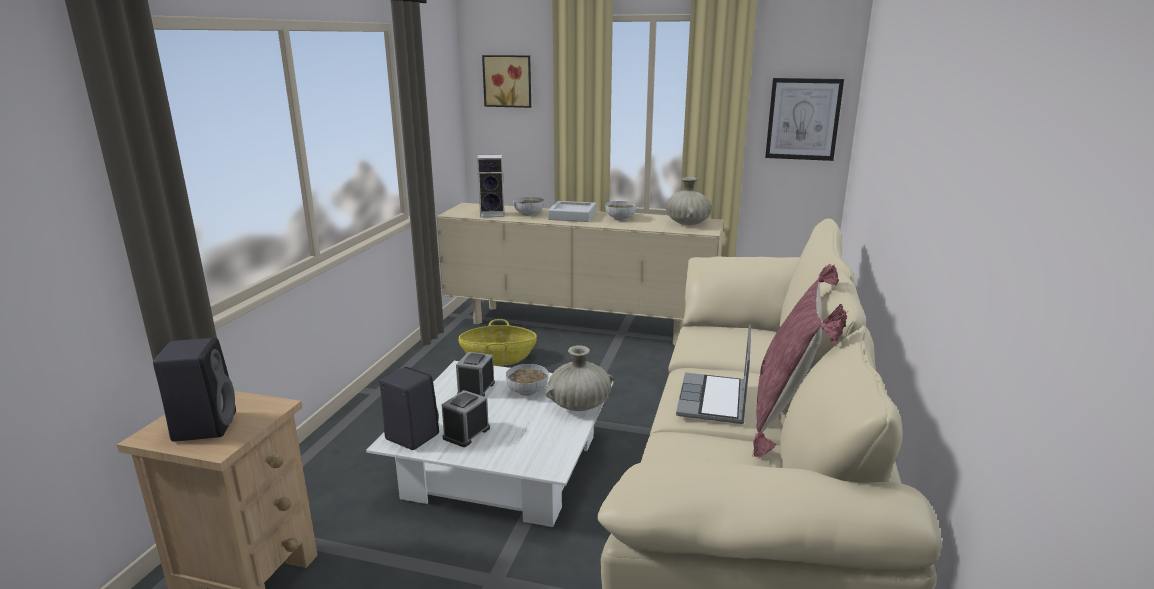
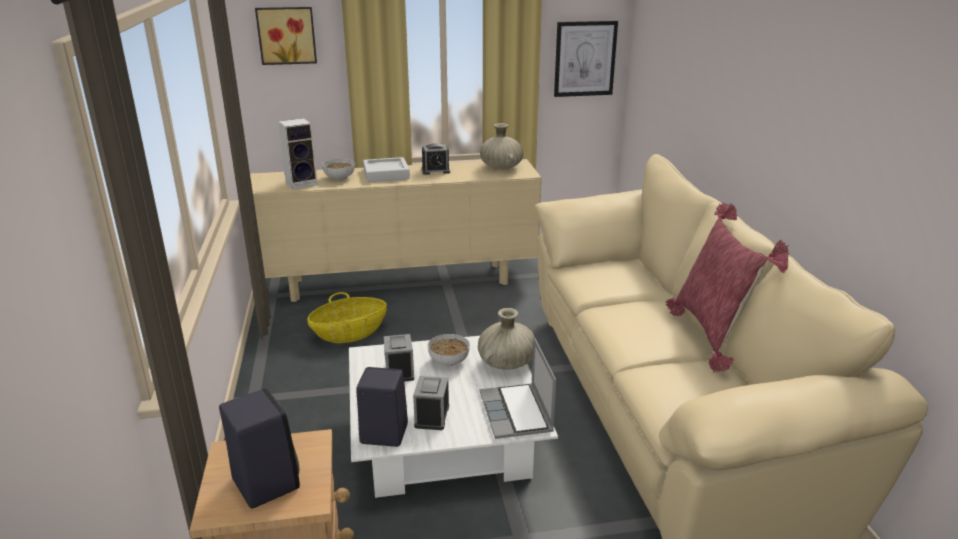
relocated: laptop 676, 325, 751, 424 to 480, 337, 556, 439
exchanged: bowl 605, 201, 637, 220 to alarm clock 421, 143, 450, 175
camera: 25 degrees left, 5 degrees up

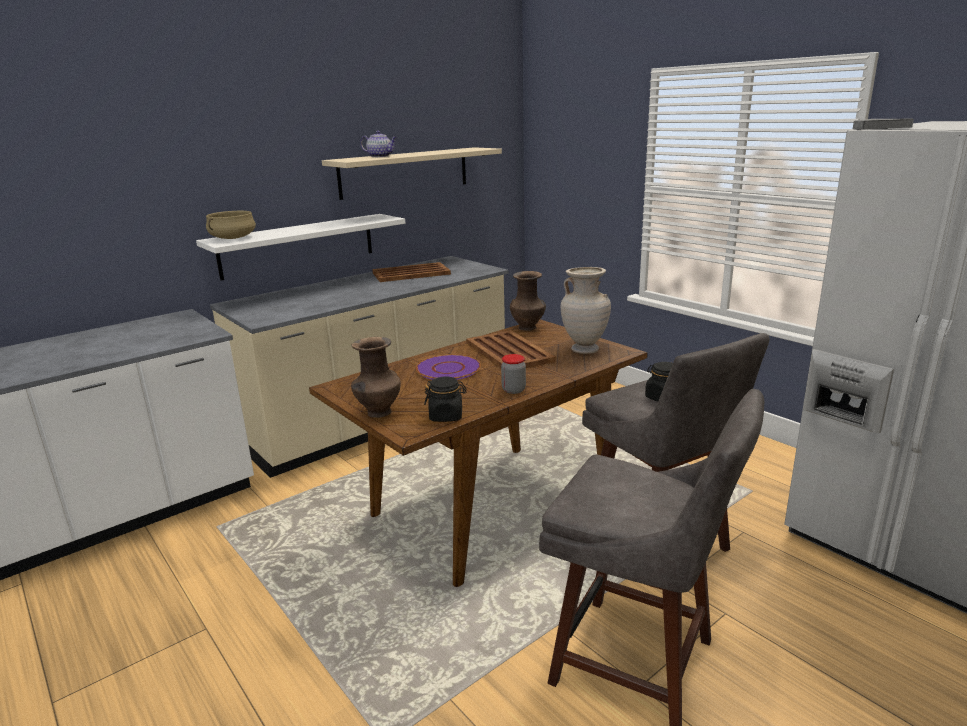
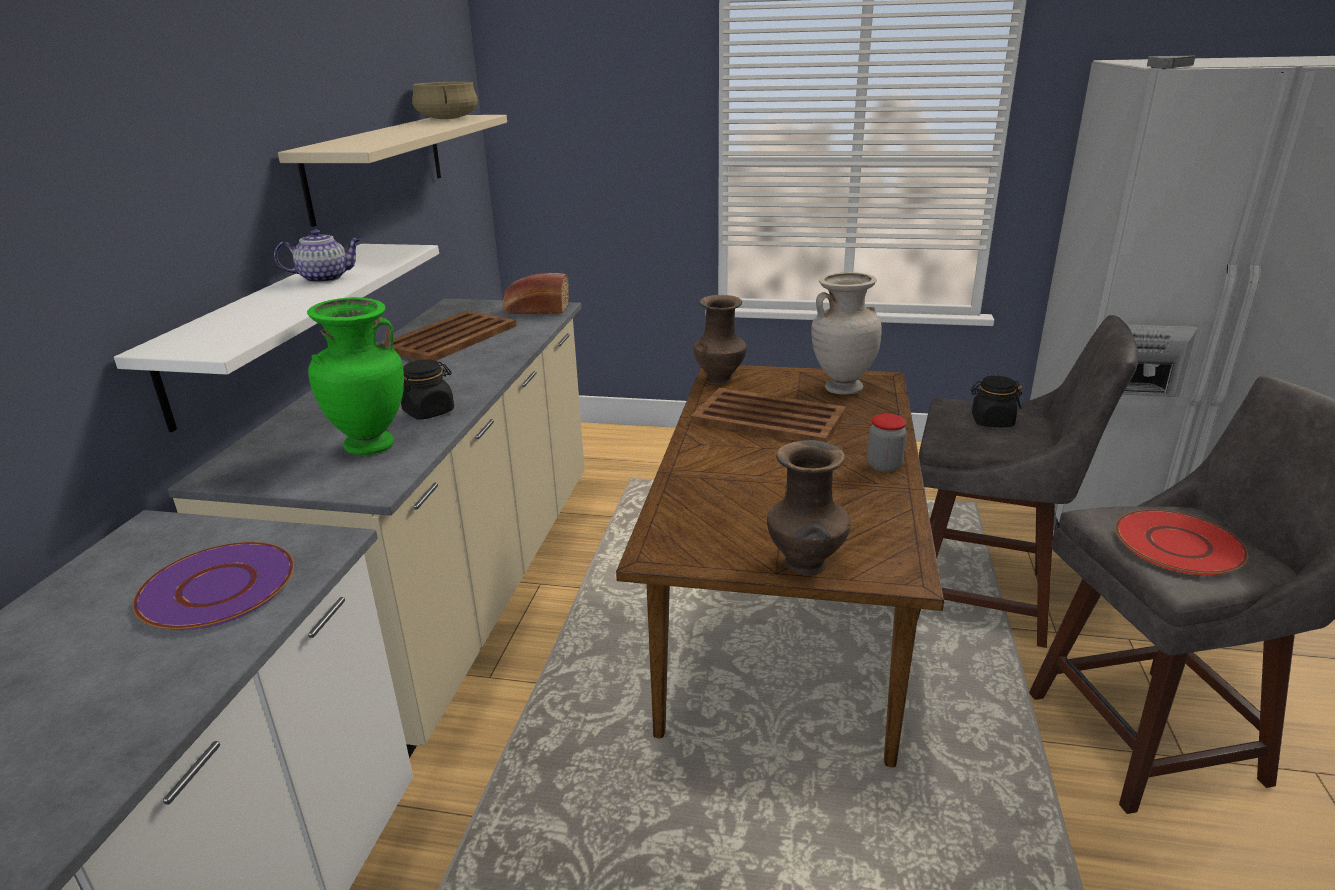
appeared: bread 503, 273, 569, 314; vase in green 307, 297, 404, 455; plate in red 1115, 510, 1248, 575
relocated: teapot 360, 131, 397, 157 to 274, 229, 361, 283; cooking pot in beige 206, 211, 256, 239 to 412, 81, 478, 119; plate in purple 416, 355, 481, 380 to 133, 542, 294, 630; jar in black 424, 376, 466, 422 to 401, 359, 454, 420
camera: 40 degrees left, 5 degrees up

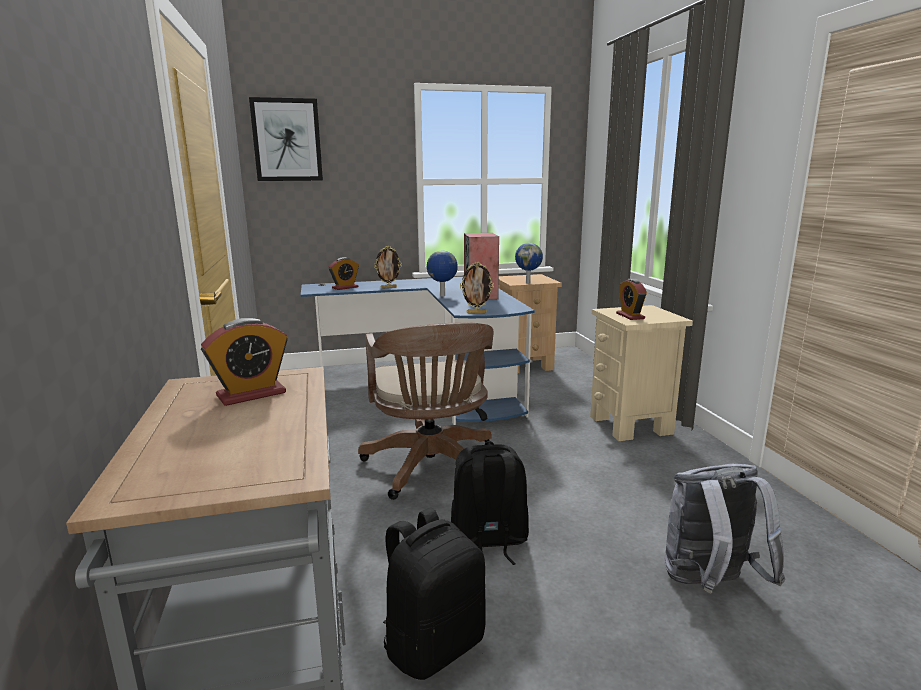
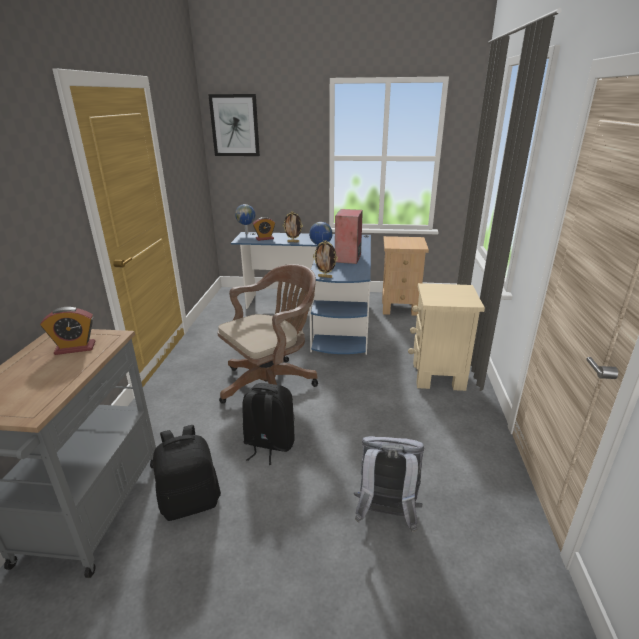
missing: alarm clock 616, 279, 647, 320
relocated: globe 515, 243, 543, 284 to 235, 204, 255, 234
spun: office chair in brown 358, 322, 494, 500 = 217, 264, 318, 404 135 degrees counterclockwise
camera: 20 degrees right, 10 degrees up

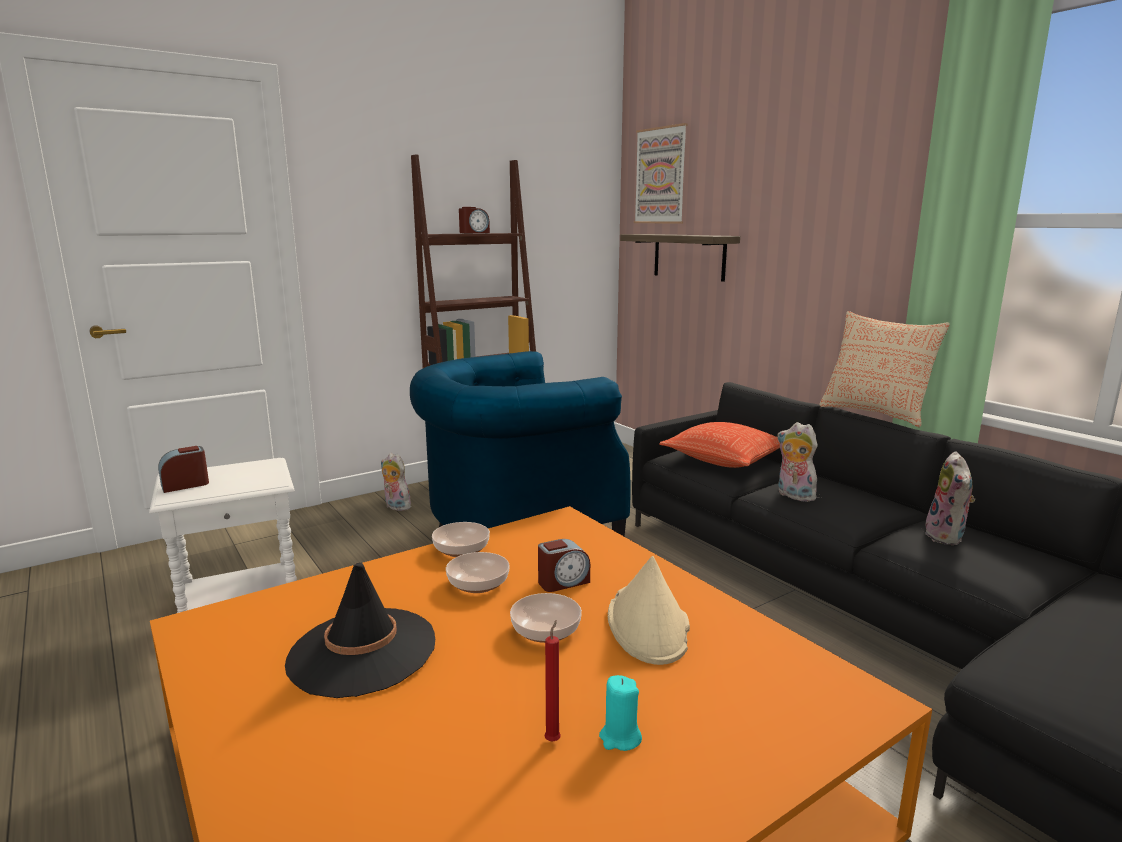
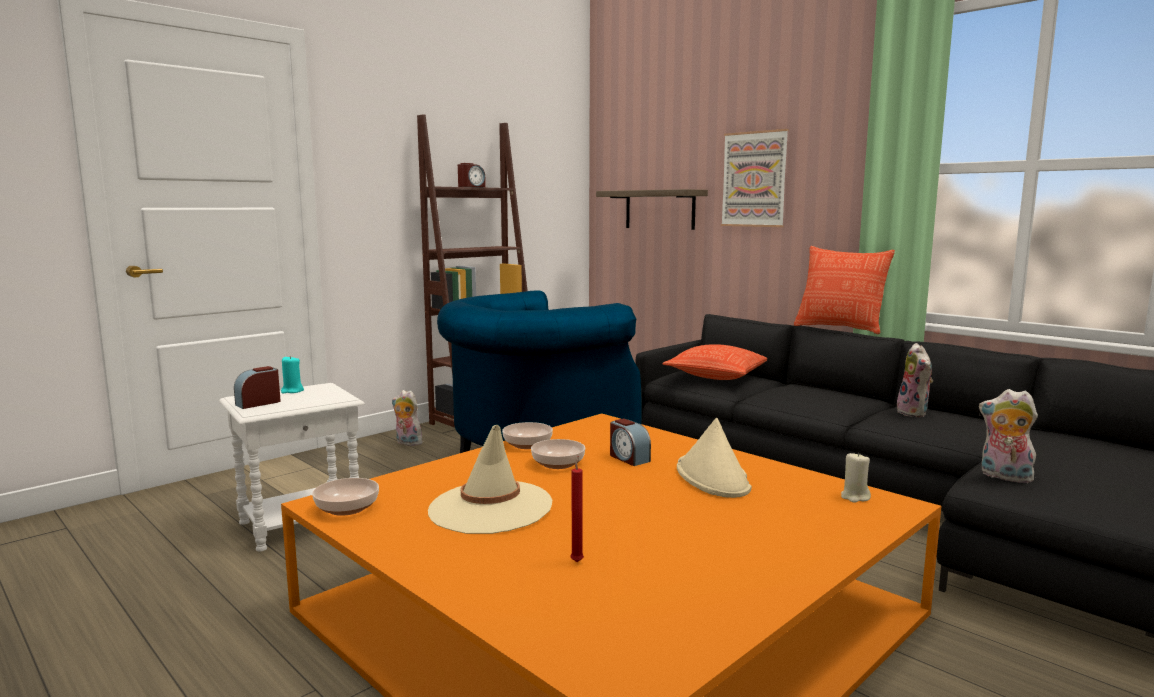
appeared: candle in beige 841, 452, 871, 503
relocated: picture 634, 123, 688, 223 to 721, 129, 789, 227; plush toy 777, 422, 818, 502 to 979, 389, 1038, 483; bowl 510, 593, 582, 643 to 312, 478, 379, 516; candle in red 544, 620, 561, 742 to 570, 456, 584, 562; candle in turquoise 599, 675, 642, 751 to 281, 356, 304, 394
colour: pillow in beige 819, 311, 950, 427 to pillow in orange 794, 246, 895, 334; hat in black 285, 563, 435, 698 to hat in beige 428, 425, 552, 534
spun: alarm clock 538, 539, 590, 592 = 610, 418, 651, 466 90 degrees clockwise
camera: 10 degrees left, 5 degrees down

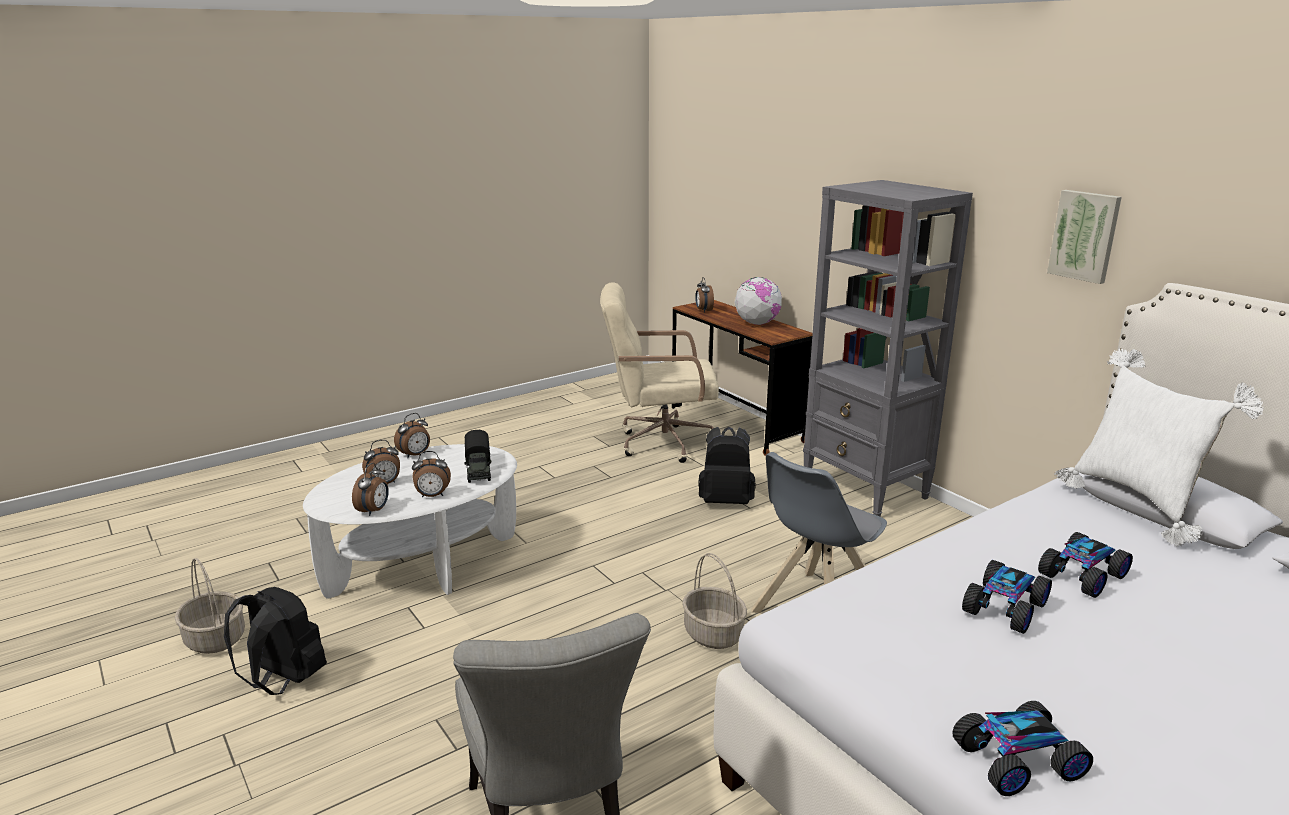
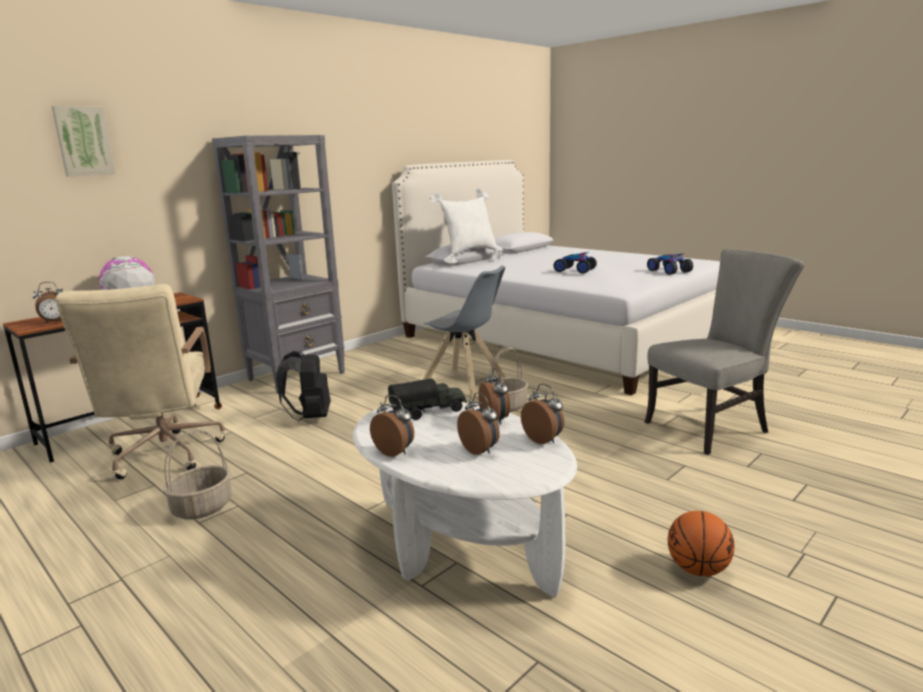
missing: toy car 1038, 532, 1133, 598
relocated: picture 1047, 190, 1122, 284 to 51, 106, 116, 176; basket 175, 558, 245, 654 to 163, 430, 232, 520
exchanged: backpack in black 224, 587, 327, 695 to basketball 668, 511, 735, 576
spun: alarm clock 352, 463, 389, 516 = 521, 384, 564, 444 45 degrees clockwise
camera: 100 degrees left, 5 degrees down

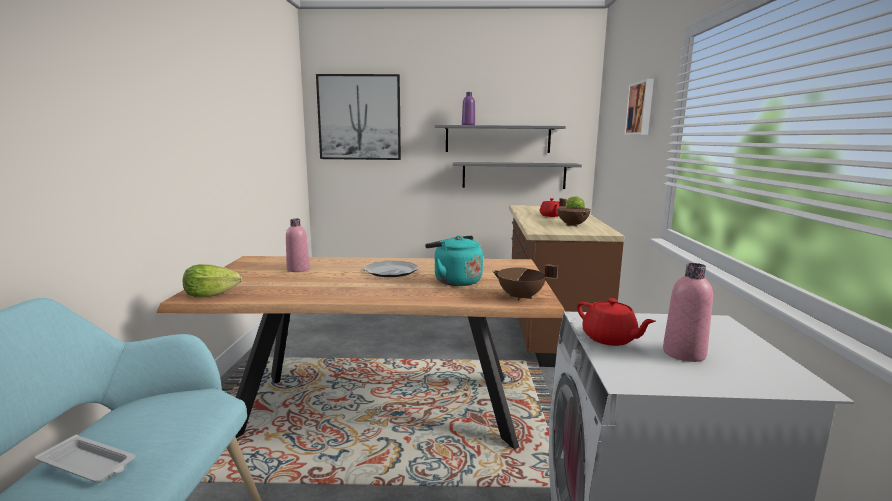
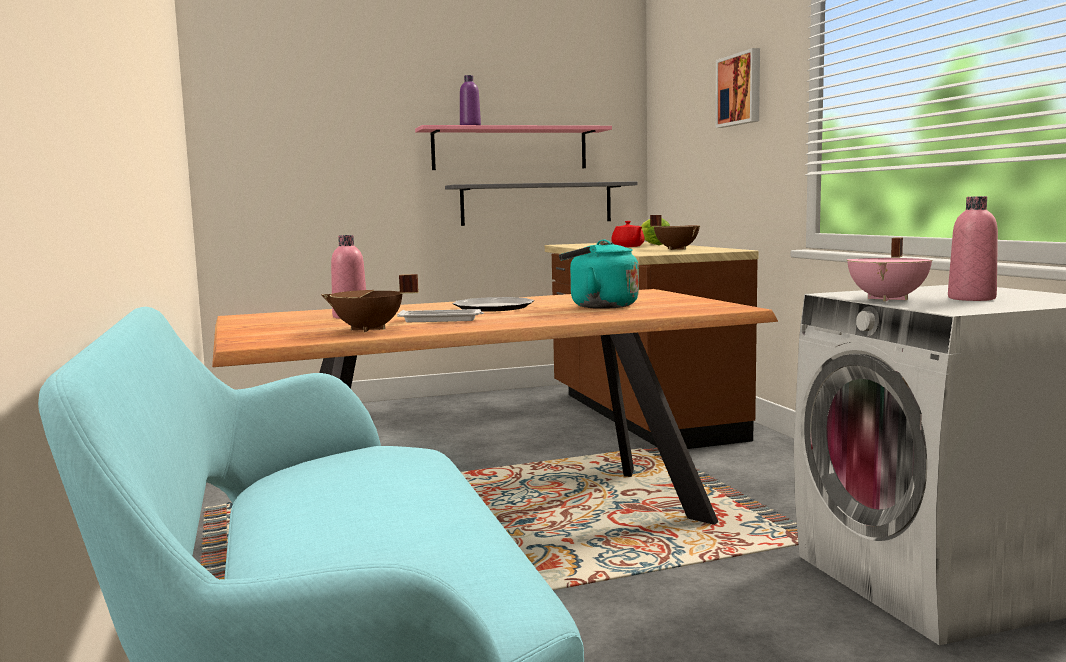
missing: picture 316, 74, 401, 160; lettuce 183, 264, 242, 297
relocated: cooking pot in brown 492, 264, 558, 301 to 321, 274, 419, 332; tray in white 35, 435, 136, 483 to 397, 309, 484, 322
exchanged: teapot in red 577, 298, 656, 346 to cooking pot in pink 847, 238, 933, 301
colour: shelf in grey 435, 125, 566, 153 to shelf in pink 415, 125, 612, 170
camera: 20 degrees left, 5 degrees down

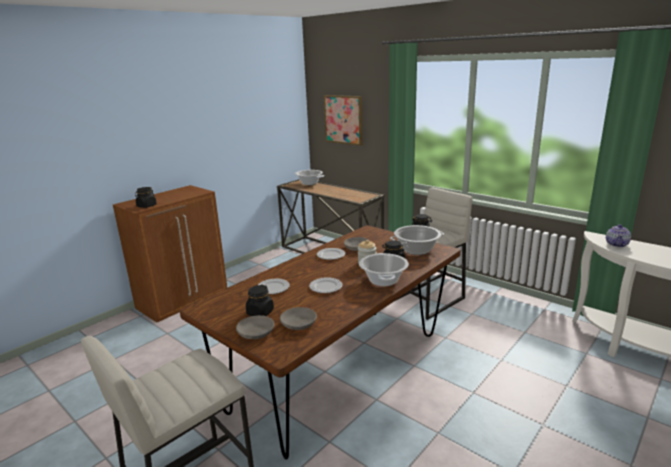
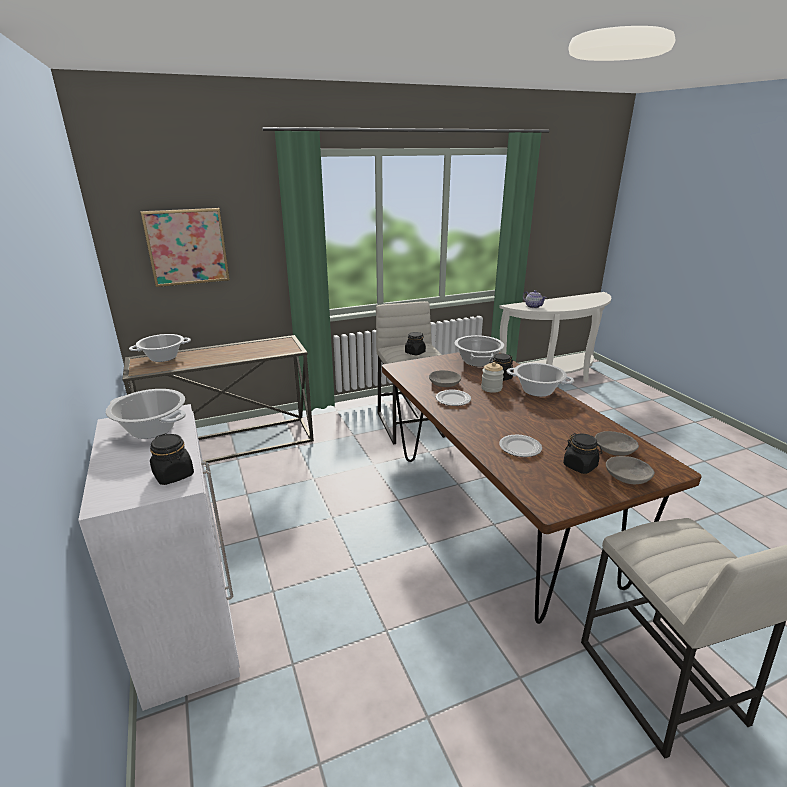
missing: plate 309, 277, 343, 293
appeared: cooking pot 106, 389, 186, 439
colour: cabinet in brown 113, 185, 228, 322 to cabinet in white 78, 404, 240, 711
camera: 65 degrees left, 5 degrees up

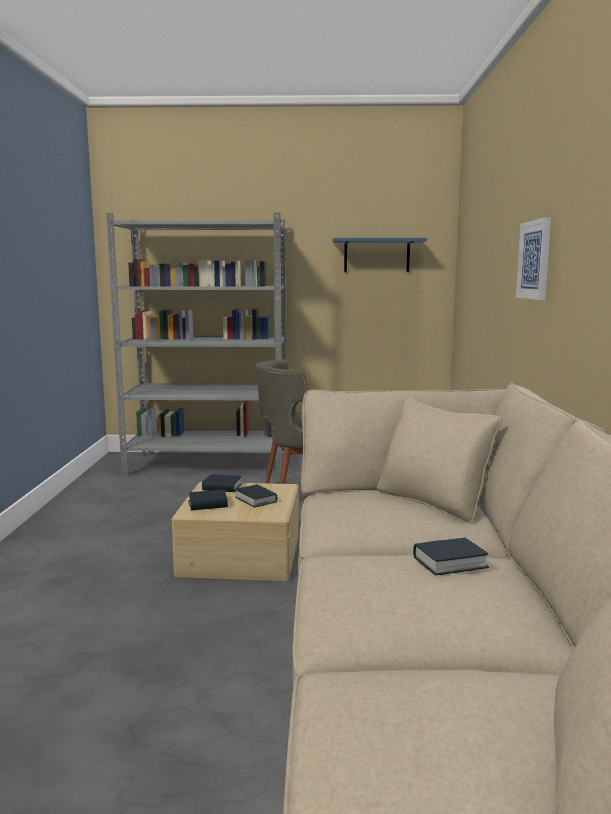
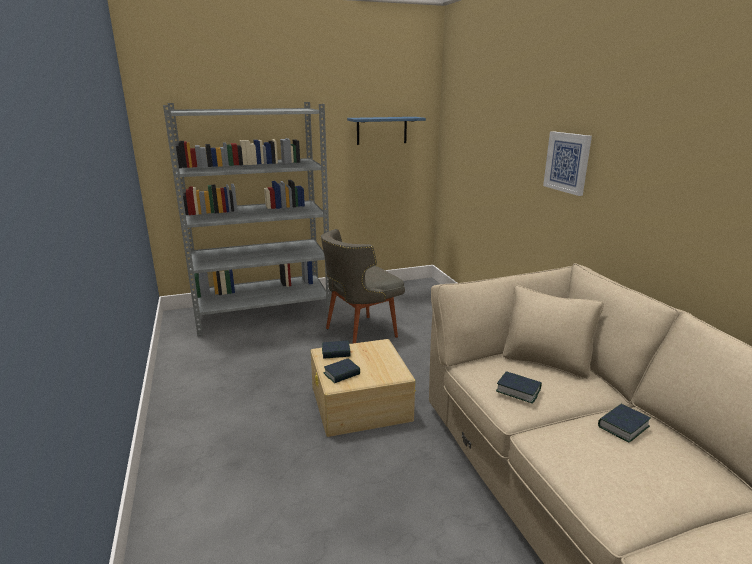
relocated: book 235, 484, 277, 507 to 496, 371, 542, 404
camera: 20 degrees left, 10 degrees up

